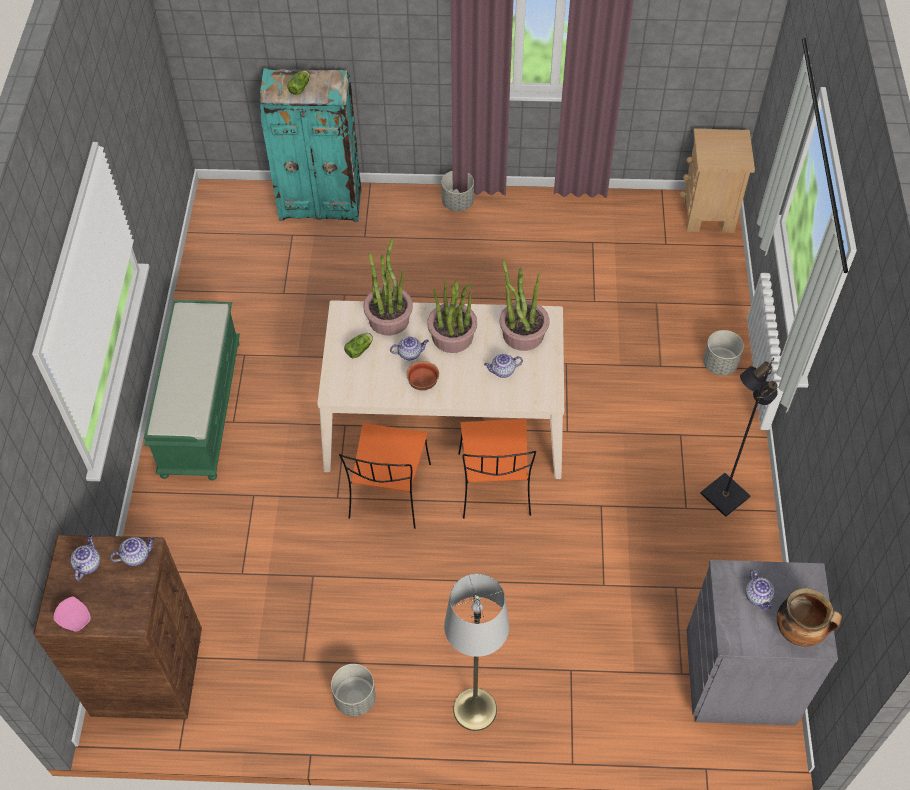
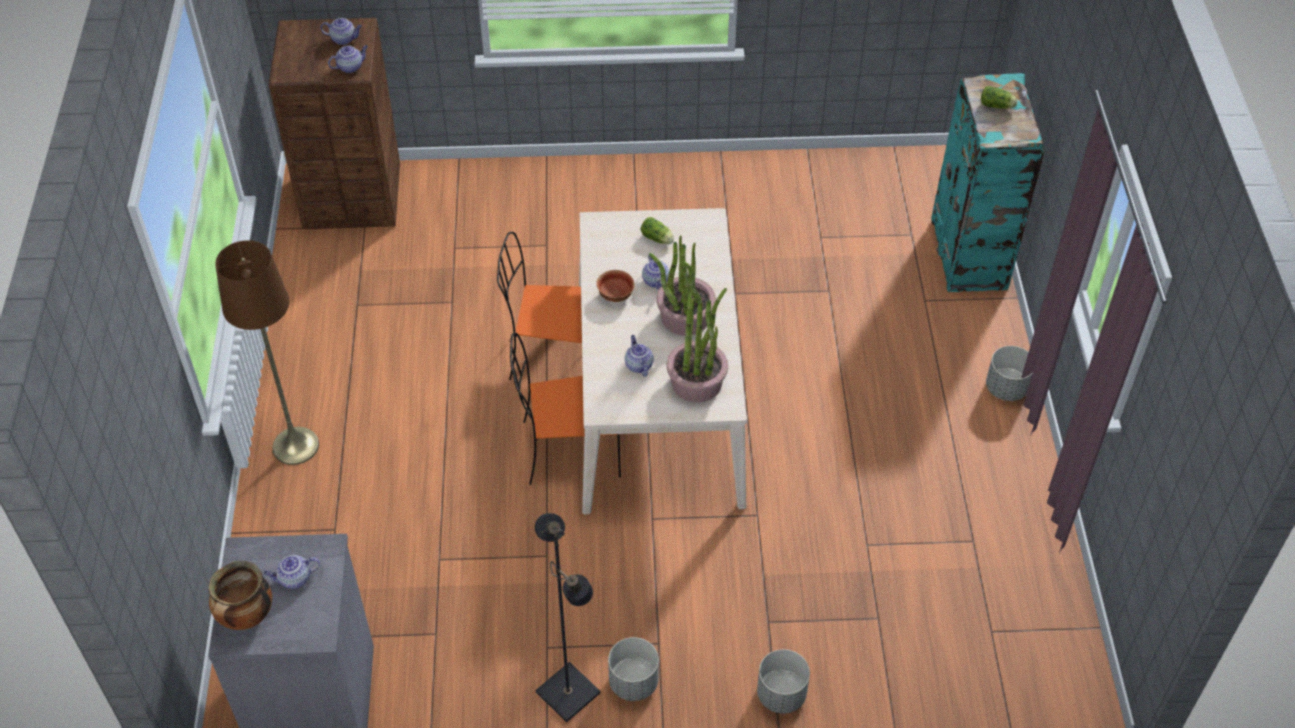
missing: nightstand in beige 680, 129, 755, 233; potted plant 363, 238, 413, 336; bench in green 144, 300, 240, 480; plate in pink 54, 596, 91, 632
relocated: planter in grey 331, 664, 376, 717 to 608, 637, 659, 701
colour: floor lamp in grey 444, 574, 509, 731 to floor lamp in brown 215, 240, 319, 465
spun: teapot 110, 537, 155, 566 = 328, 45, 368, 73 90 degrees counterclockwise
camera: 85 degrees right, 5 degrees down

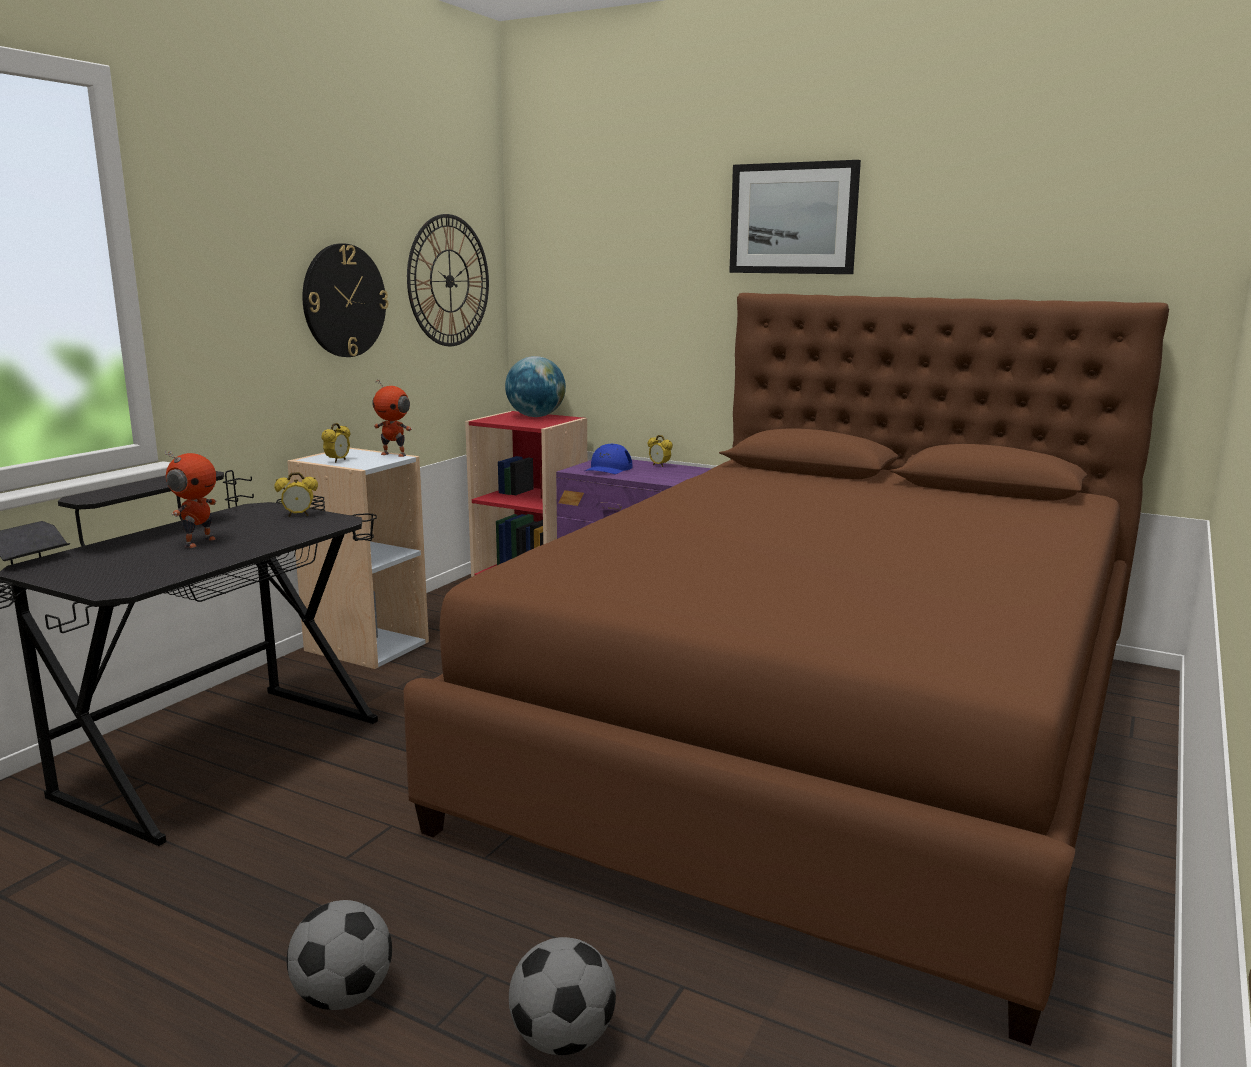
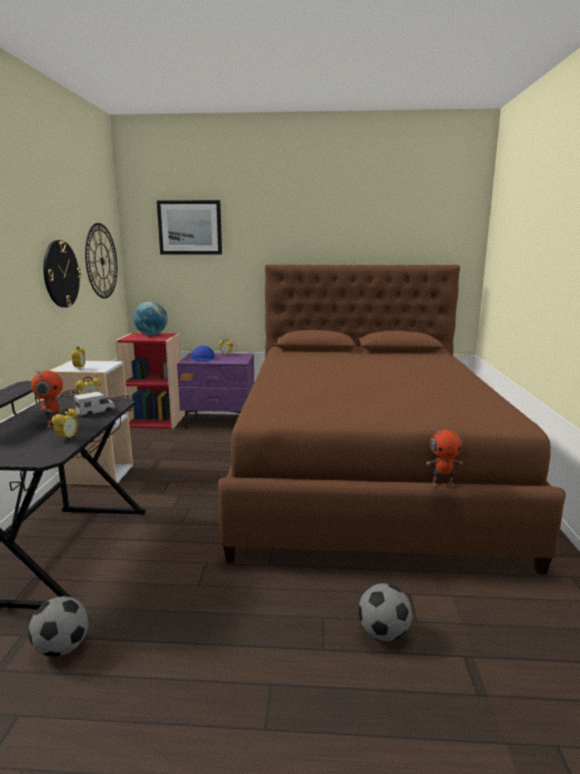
appeared: toy truck 73, 391, 115, 416; alarm clock 52, 407, 78, 441
relocated: picture 729, 160, 861, 274 to 157, 200, 222, 254; toy robot 372, 379, 412, 457 to 426, 426, 463, 487; football 287, 900, 392, 1010 to 28, 596, 89, 657
camera: 25 degrees left, 0 degrees up

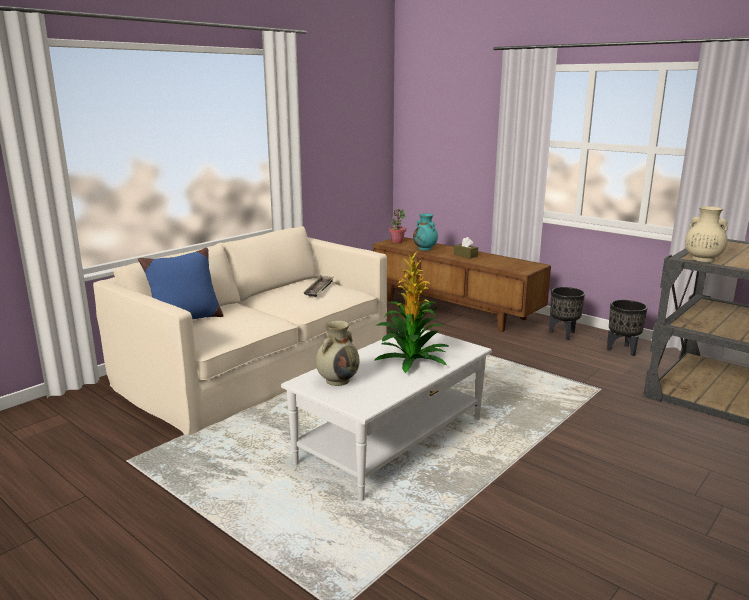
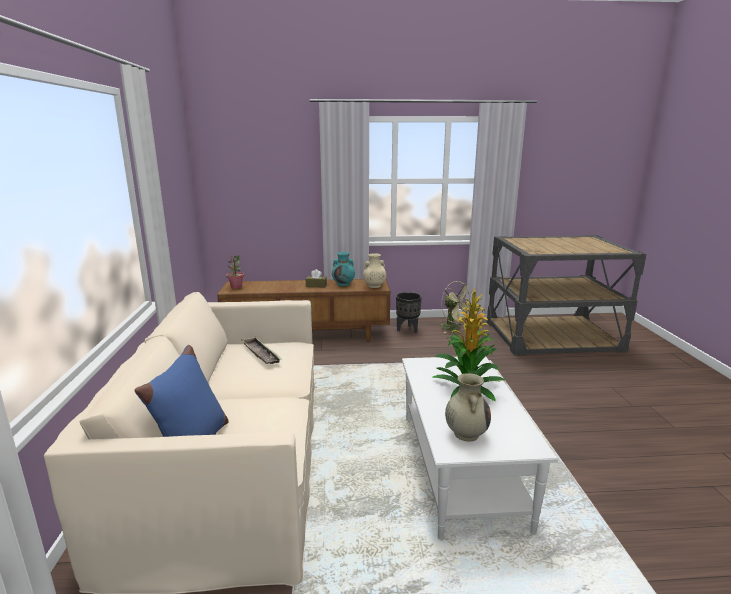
relocated: vase in beige 685, 206, 728, 262 to 363, 253, 386, 288; vase in turquoise 413, 213, 438, 250 to 332, 252, 355, 286
exchanged: planter in black 607, 300, 648, 356 to fan in green 441, 281, 473, 333
camera: 45 degrees left, 0 degrees up

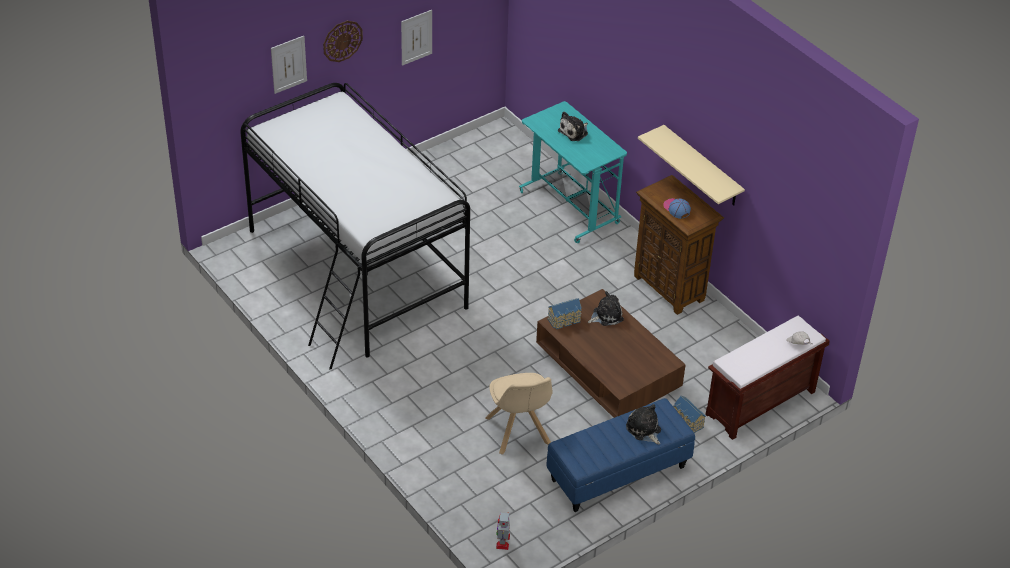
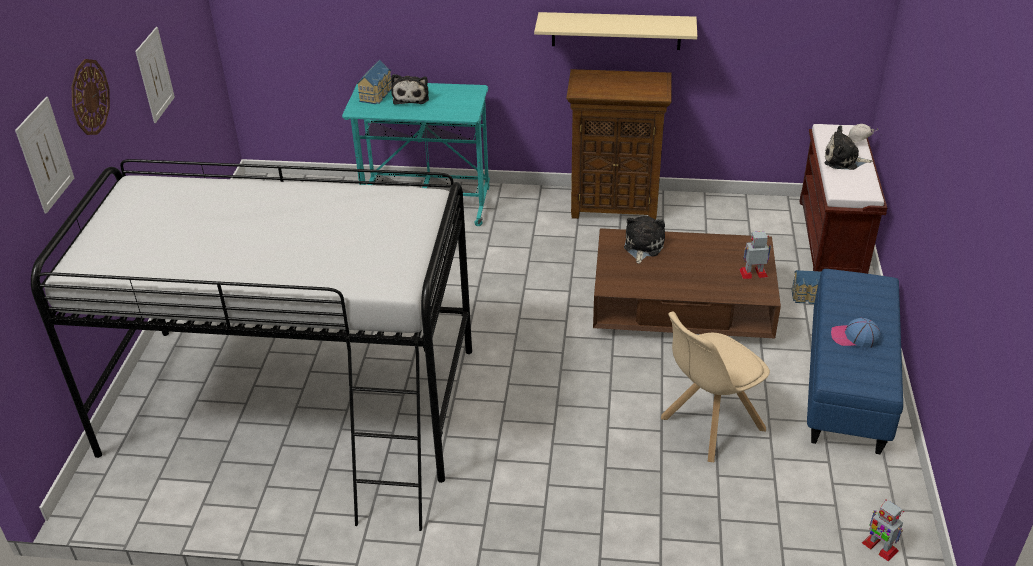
appeared: toy robot 739, 231, 771, 279
relocated: cap 663, 198, 691, 219 to 831, 318, 881, 348; toy house 548, 298, 582, 329 to 357, 60, 392, 104; plush toy 626, 404, 661, 445 to 825, 125, 873, 170
spun: chair in beige 486, 373, 553, 455 = 661, 312, 770, 462 120 degrees clockwise
camera: 45 degrees left, 5 degrees down

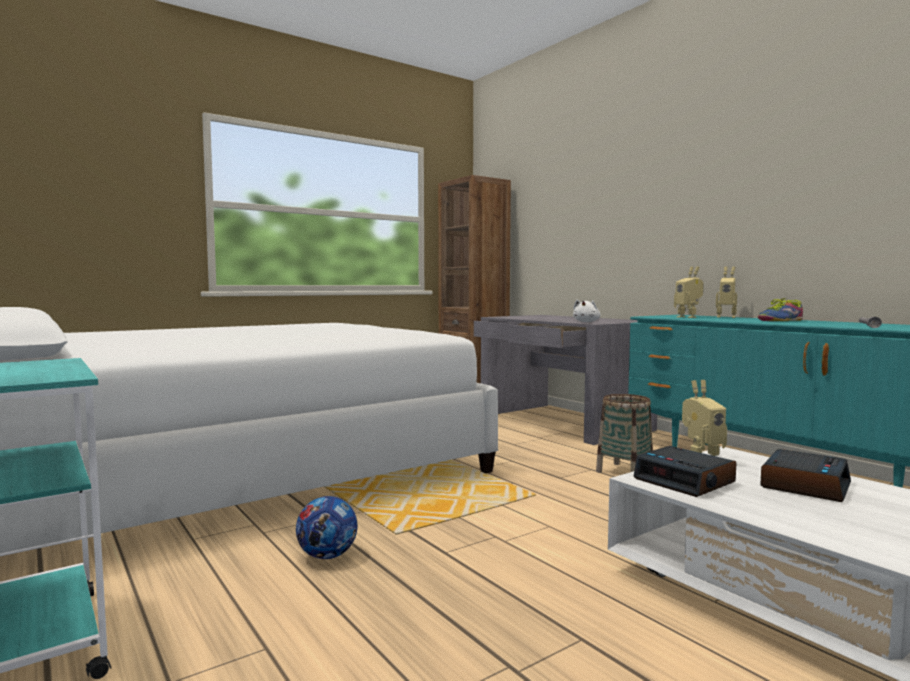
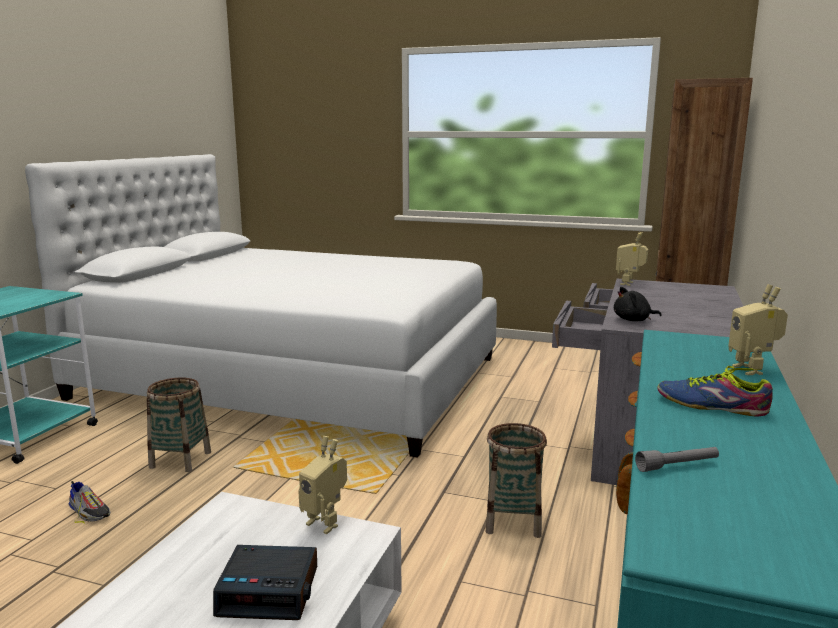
missing: alarm clock 633, 446, 737, 497
appeared: shoe 69, 481, 110, 523
relocated: toy robot 674, 266, 703, 318 to 616, 232, 648, 286
exchanged: football 296, 496, 357, 559 to basket 147, 378, 211, 472
colour: plush toy in white 573, 299, 600, 322 to plush toy in black 614, 287, 662, 321
camera: 55 degrees right, 10 degrees up

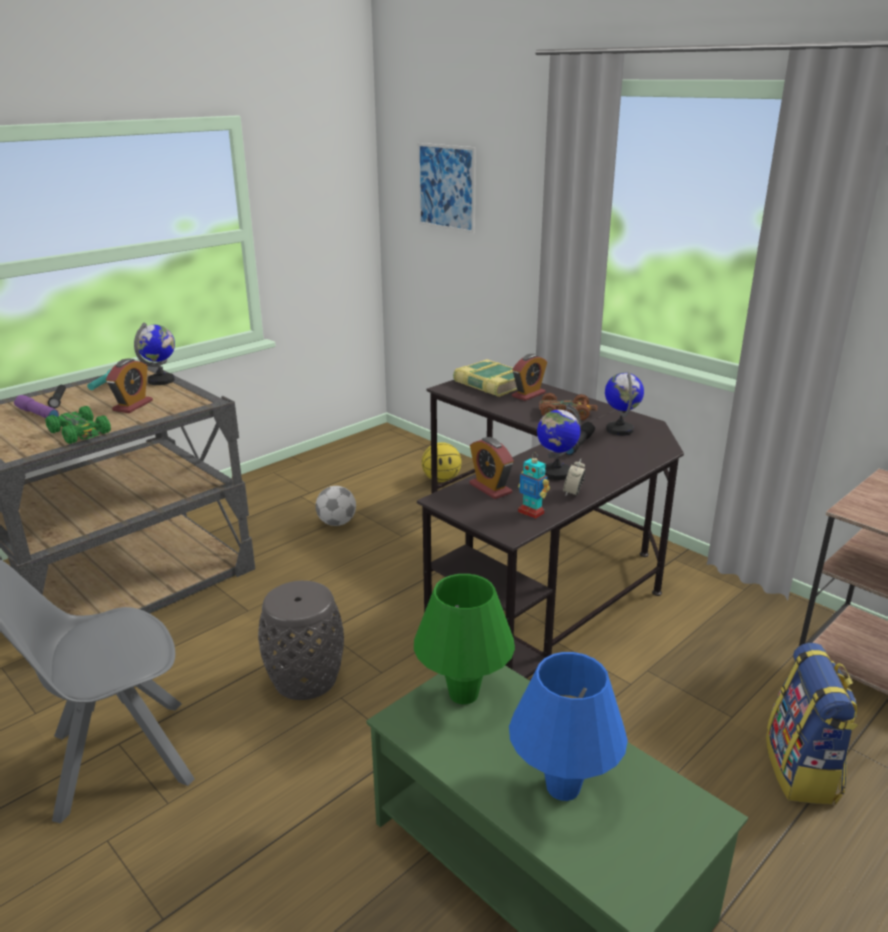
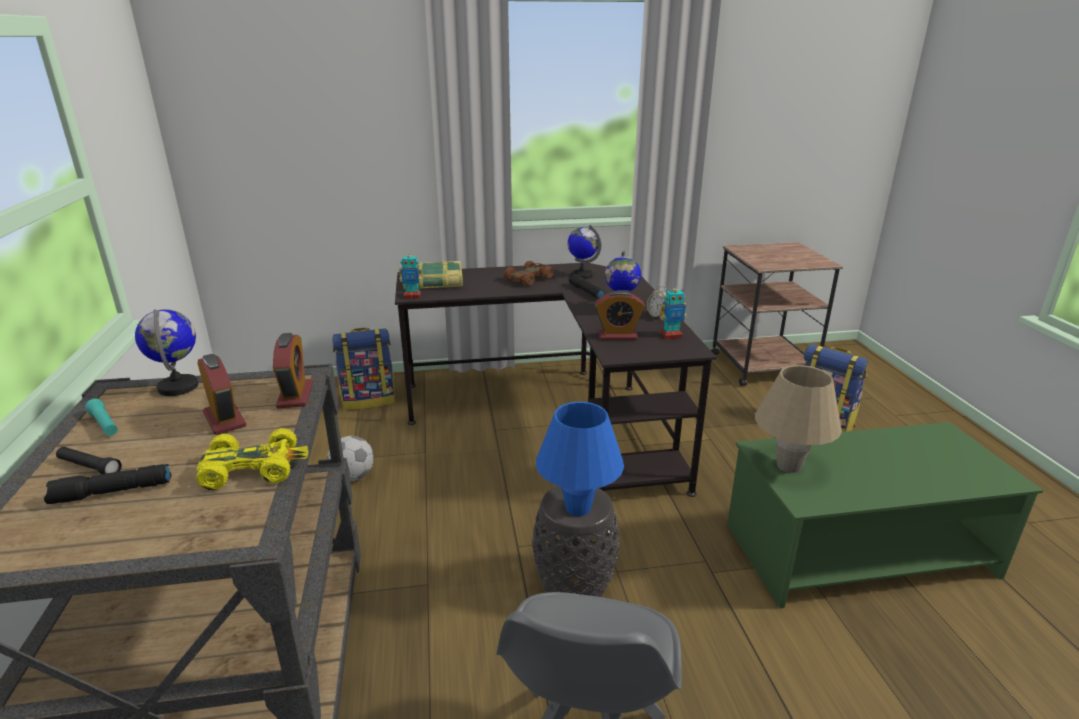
missing: picture 417, 143, 476, 234
appeared: toy robot 399, 250, 423, 298
relocated: alarm clock 512, 354, 547, 401 to 273, 333, 313, 408; table lamp in blue 509, 652, 628, 801 to 536, 402, 624, 516
exchanged: basketball 422, 442, 461, 482 to backpack 332, 328, 395, 411
colour: flashlight in purple 14, 395, 59, 419 to flashlight in black 44, 464, 171, 504; toy car in green 45, 406, 111, 444 to toy car in yellow 196, 428, 309, 490; table lamp in green 414, 574, 515, 704 to table lamp in beige 755, 365, 842, 473
camera: 55 degrees left, 0 degrees up

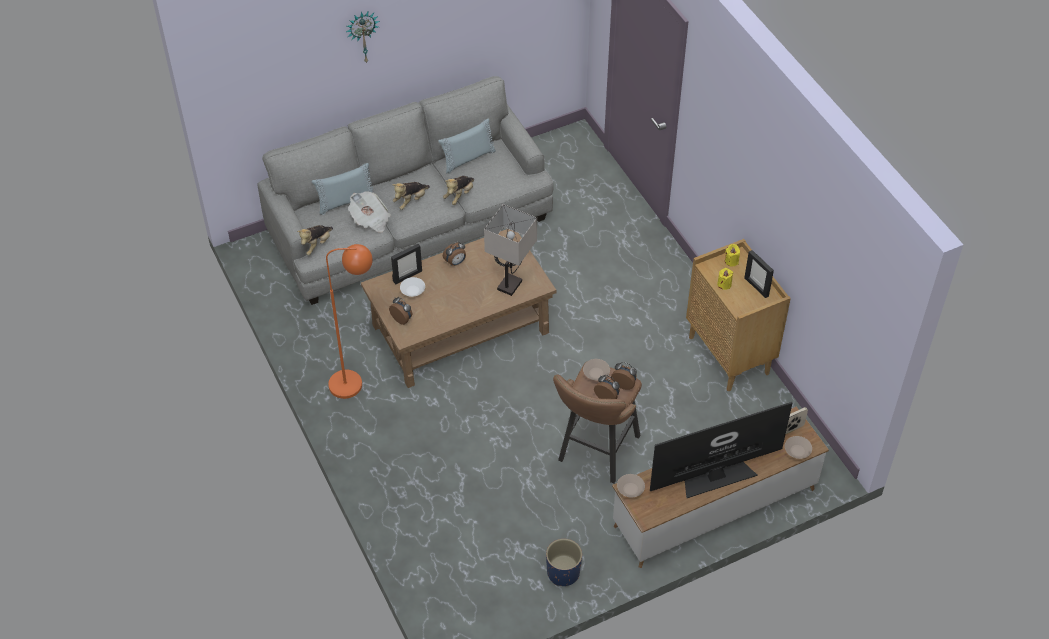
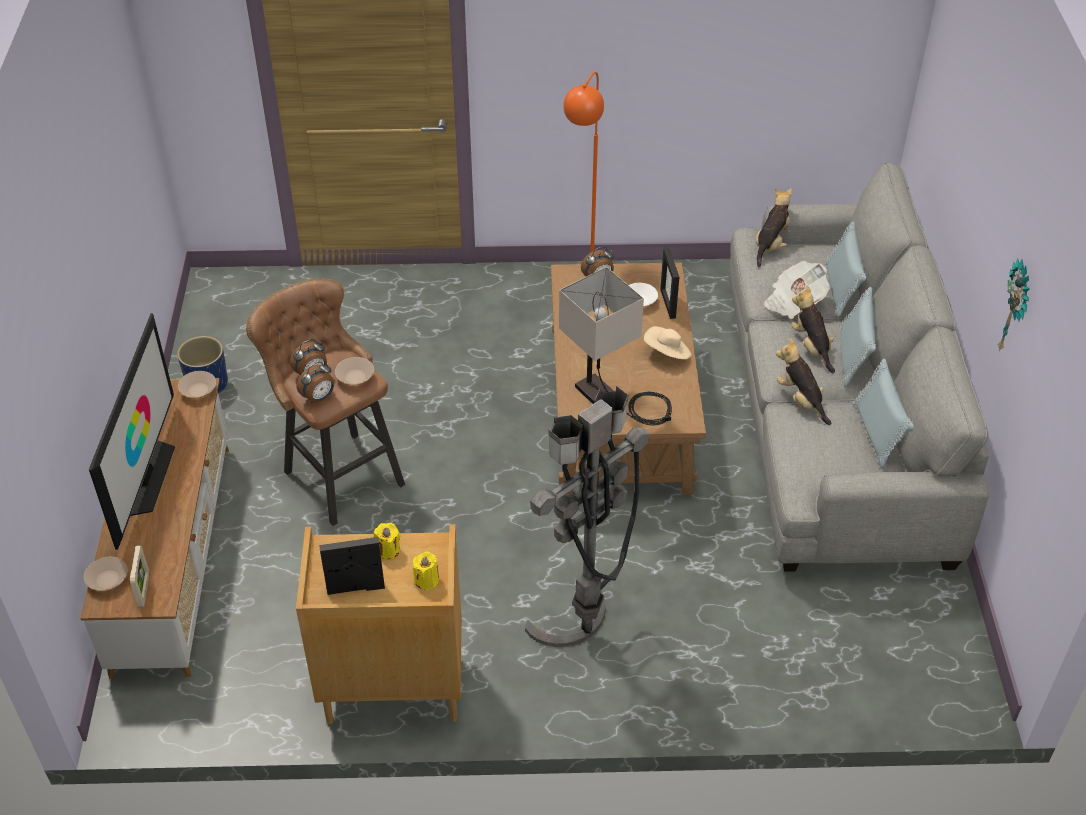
appeared: pillow in blue 839, 287, 876, 387; floor lamp in grey 525, 386, 649, 647
relocated: wall clock 346, 12, 380, 64 to 998, 258, 1029, 351
exchanged: alarm clock 443, 242, 466, 266 to hat in beige 644, 326, 691, 359
spun: plush toy 297, 225, 333, 255 = 755, 188, 792, 268 60 degrees clockwise
camera: 115 degrees right, 5 degrees down

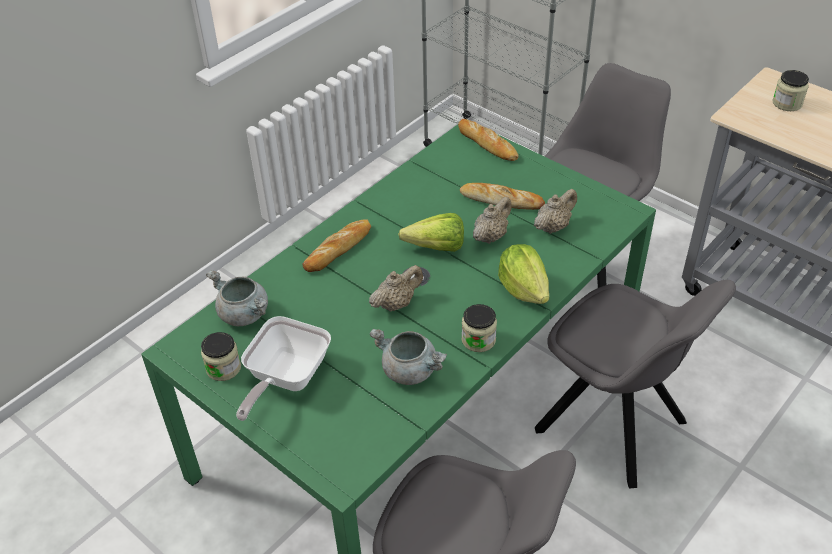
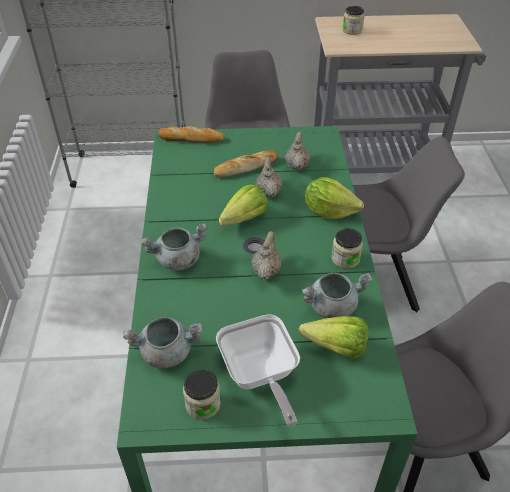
appeared: lettuce 299, 316, 369, 358
exchanged: bread 302, 219, 371, 272 to cooking pot in grey 140, 223, 207, 271
camera: 45 degrees left, 0 degrees up

